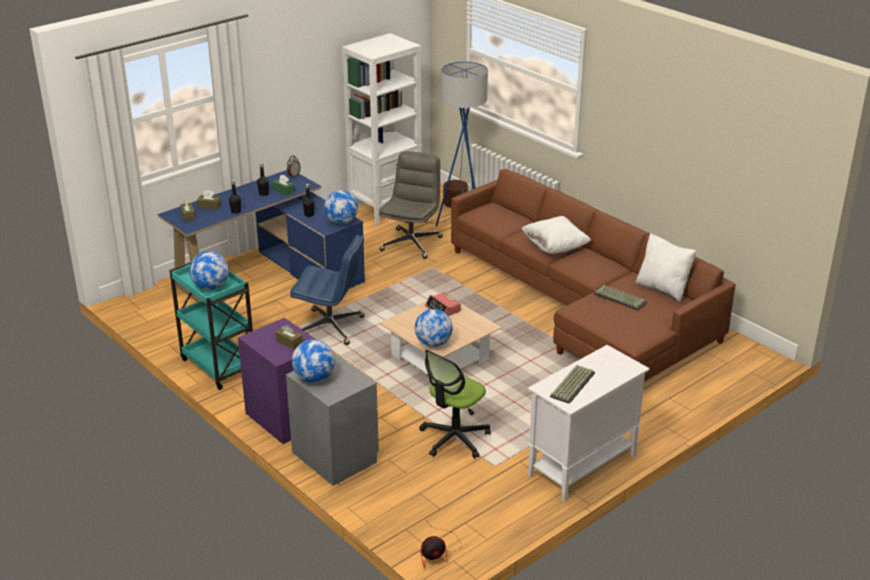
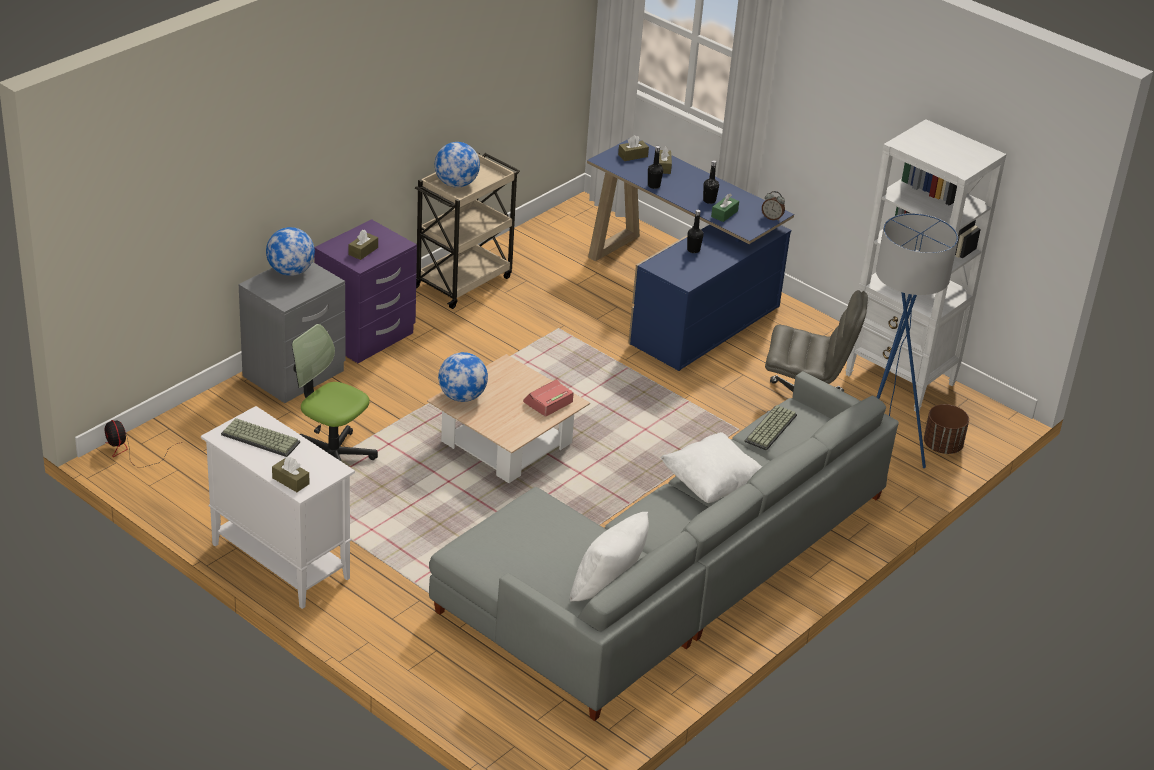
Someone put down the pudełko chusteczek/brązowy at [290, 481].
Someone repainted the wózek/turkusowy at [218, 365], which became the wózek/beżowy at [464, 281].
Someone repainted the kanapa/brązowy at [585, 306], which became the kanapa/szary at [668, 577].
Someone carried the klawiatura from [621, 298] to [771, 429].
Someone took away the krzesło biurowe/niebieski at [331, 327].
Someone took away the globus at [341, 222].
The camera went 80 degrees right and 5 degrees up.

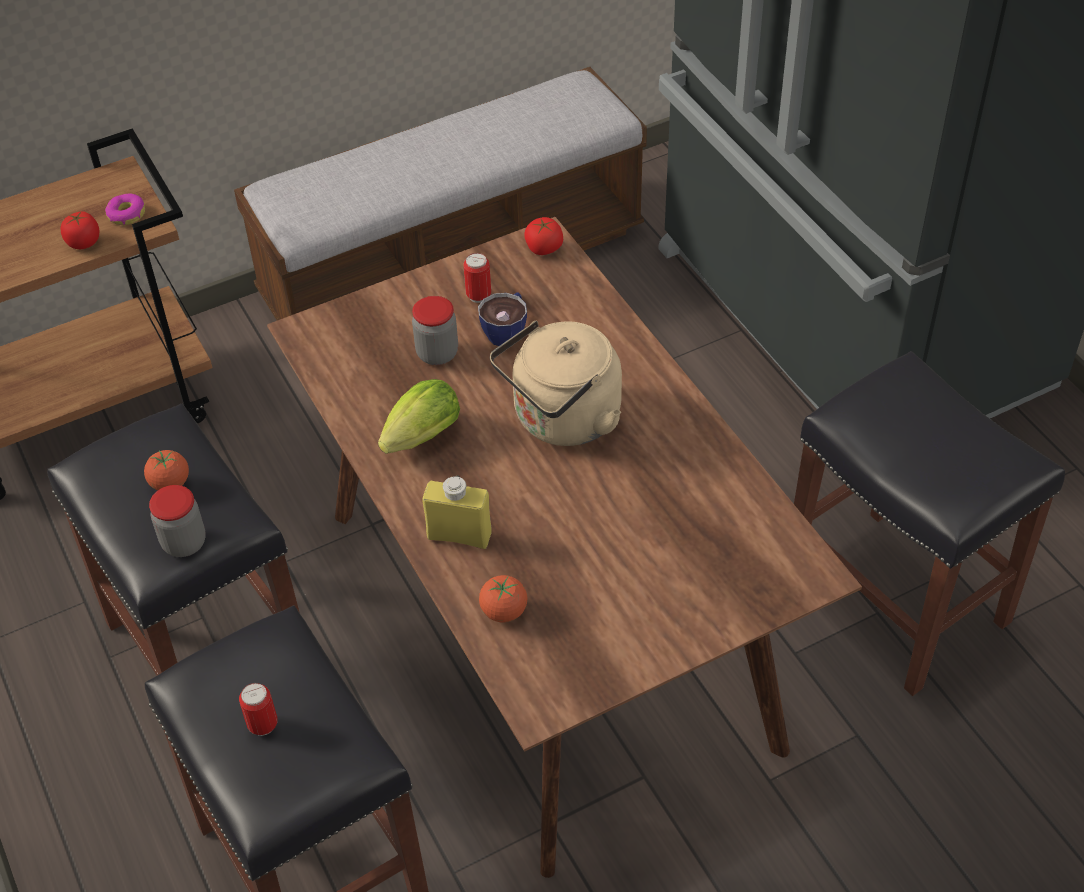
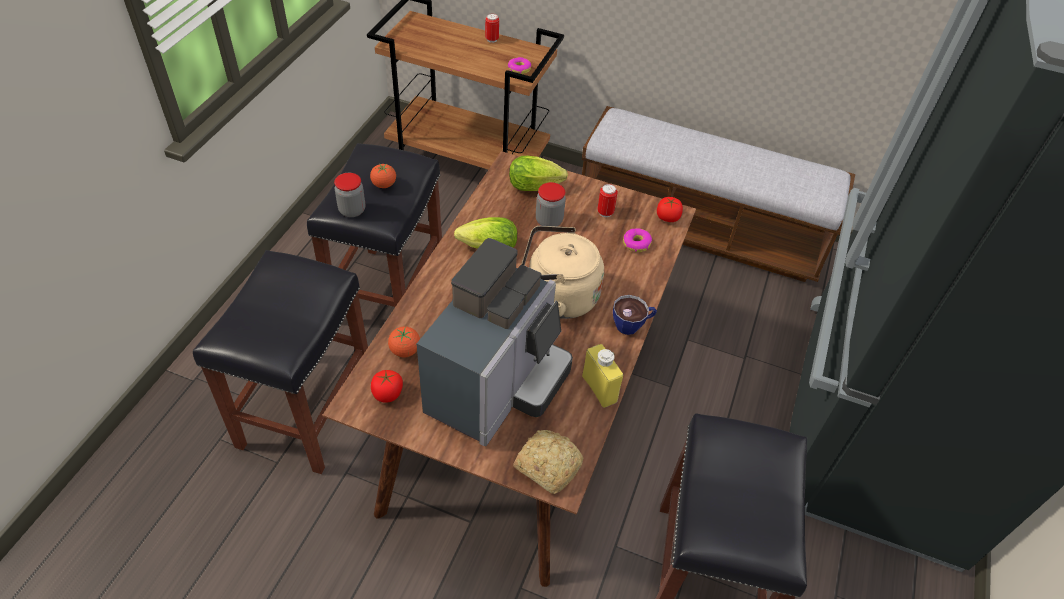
Someone carried the pomidor from [84, 242] to [387, 393].
Someone put down the ekspres do kawy at [498, 385].
Someone carried the puszka from [263, 725] to [492, 39].
Someone put down the sałata at [537, 186].
Someone put down the chleb at [547, 465].
Someone carried the butelka/żółty from [459, 535] to [599, 389].
Someone carried the filiżanka from [507, 331] to [632, 325].
Someone put down the donut at [636, 243].
The camera went 45 degrees right and 0 degrees up.

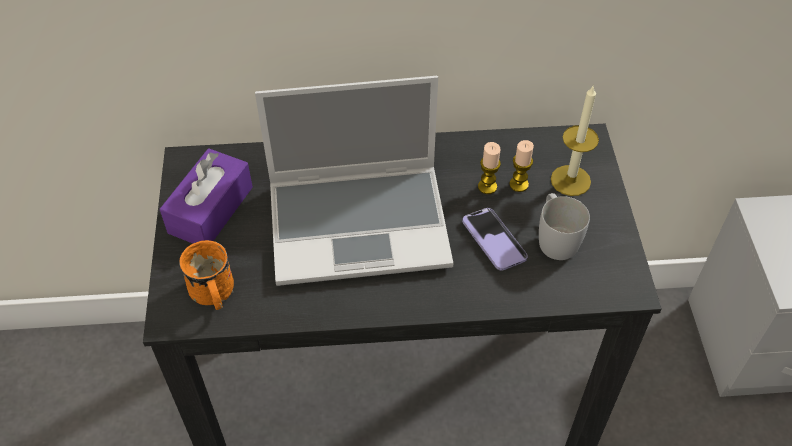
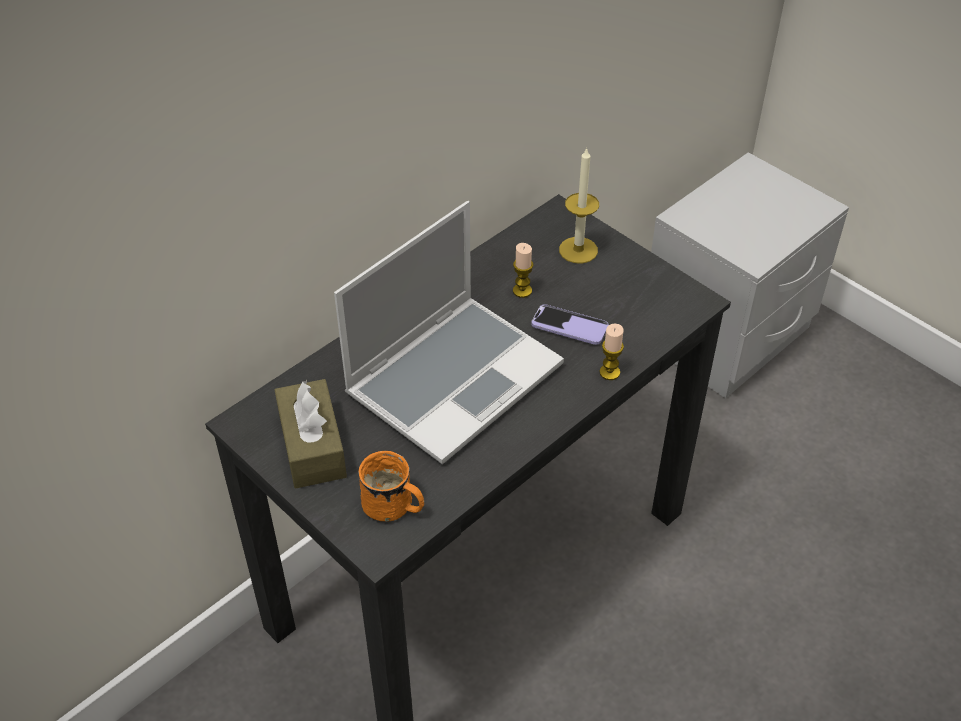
Someone repainted the pudełko chusteczek/fioletowy at [210, 210], which became the pudełko chusteczek/brązowy at [312, 446].
Someone carried the świeca from [518, 184] to [609, 372].
Someone took away the kubek/biały at [555, 238].
The camera went 40 degrees left and 5 degrees down.

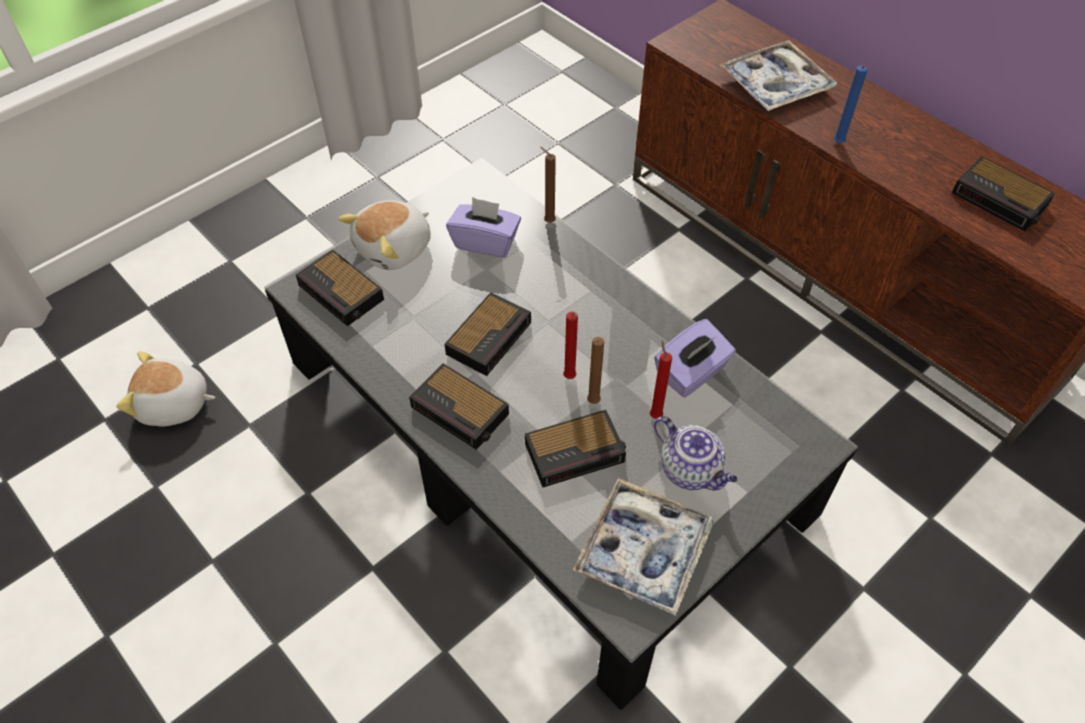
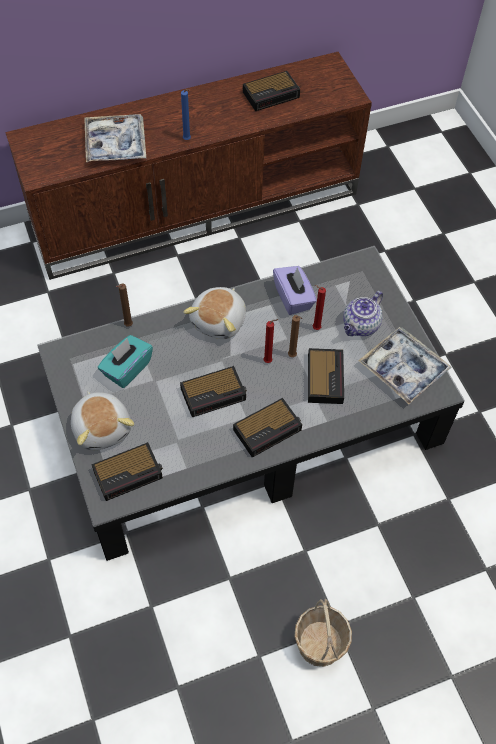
Someone repainted the pudełko chusteczek/fioletowy at [485, 242], which became the pudełko chusteczek/turkusowy at [127, 369].
Someone rotated the budzik at [490, 337] by 105 degrees clockwise.
Someone carried the pluszak from [174, 405] to [220, 321].
Someone put down the koszyk at [319, 644].
Someone rotated the imbryk at [691, 470] by 150 degrees clockwise.
The camera went 70 degrees left and 5 degrees up.

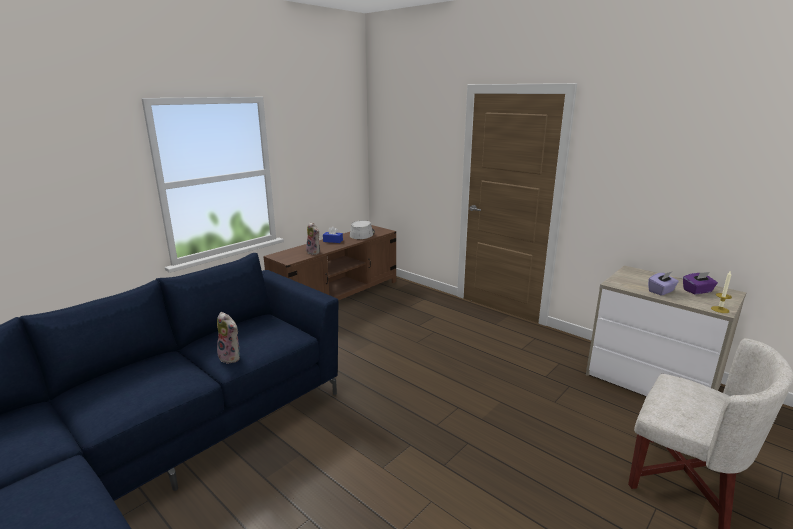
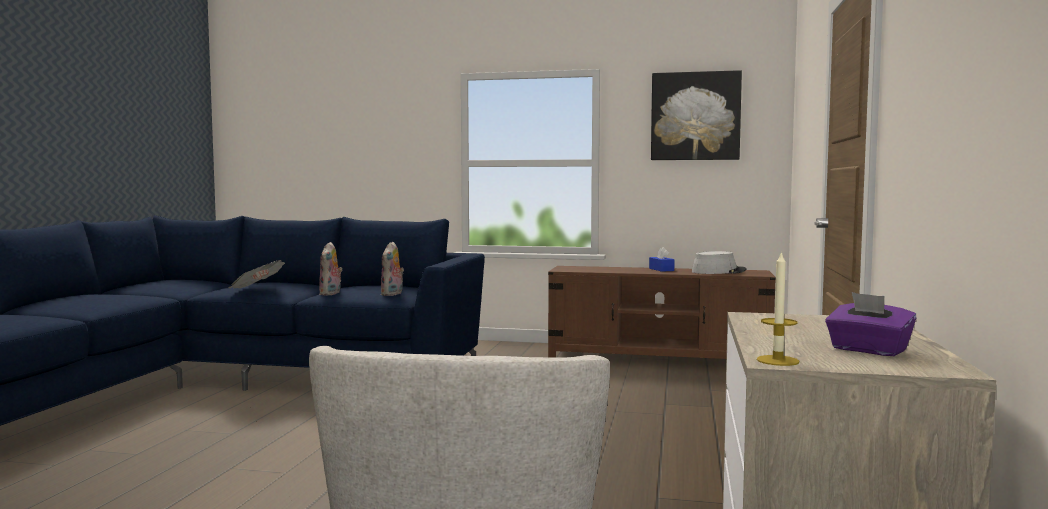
Someone put down the gazeta at [257, 290].
Someone carried the pluszak from [314, 252] to [392, 294].
Someone put up the obraz at [695, 116].
Someone took away the pudełko chusteczek/fioletowy at [661, 291].
The camera went 60 degrees right and 15 degrees down.

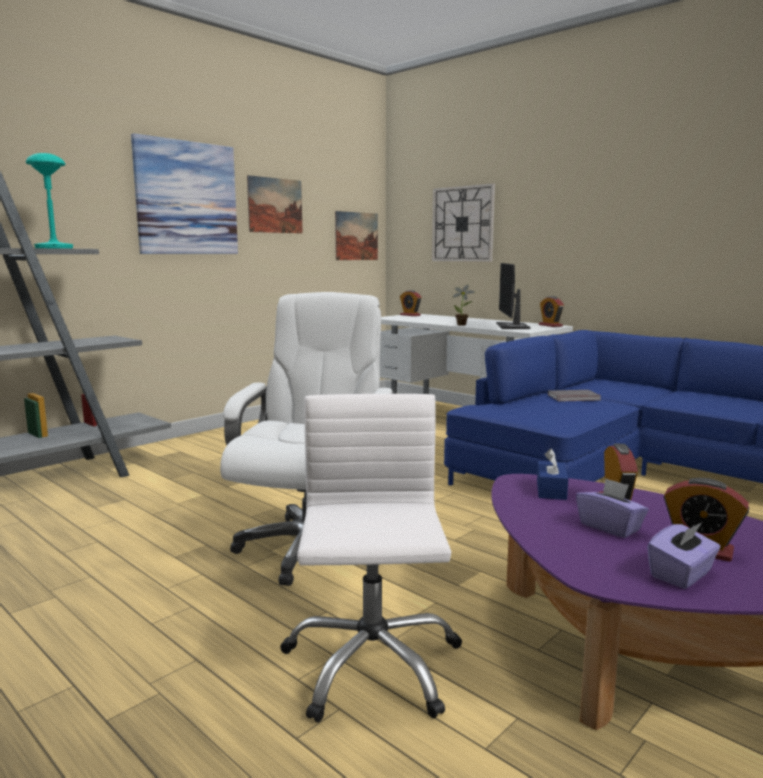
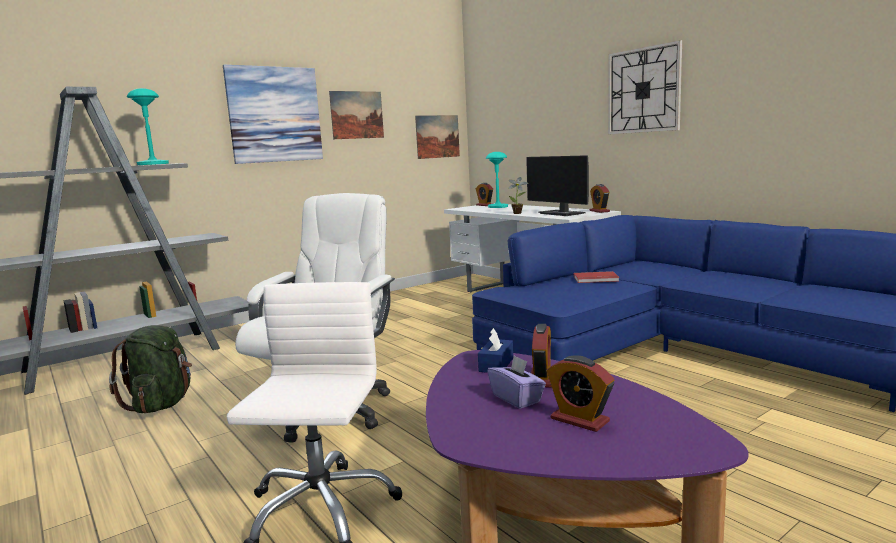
Someone put down the plecak/zielony at [161, 404].
Someone put down the lampa stołowa/turkusowy at [498, 207].
Someone rotated the monitor at [513, 326] by 45 degrees counterclockwise.
Someone repainted the książka/szary at [574, 398], which became the książka/czerwony at [596, 279].
Someone carried the zegar ścienny from [462, 224] to [643, 90].
Someone took away the pudełko chusteczek/fioletowy at [681, 574].
The camera went 10 degrees right and 0 degrees up.

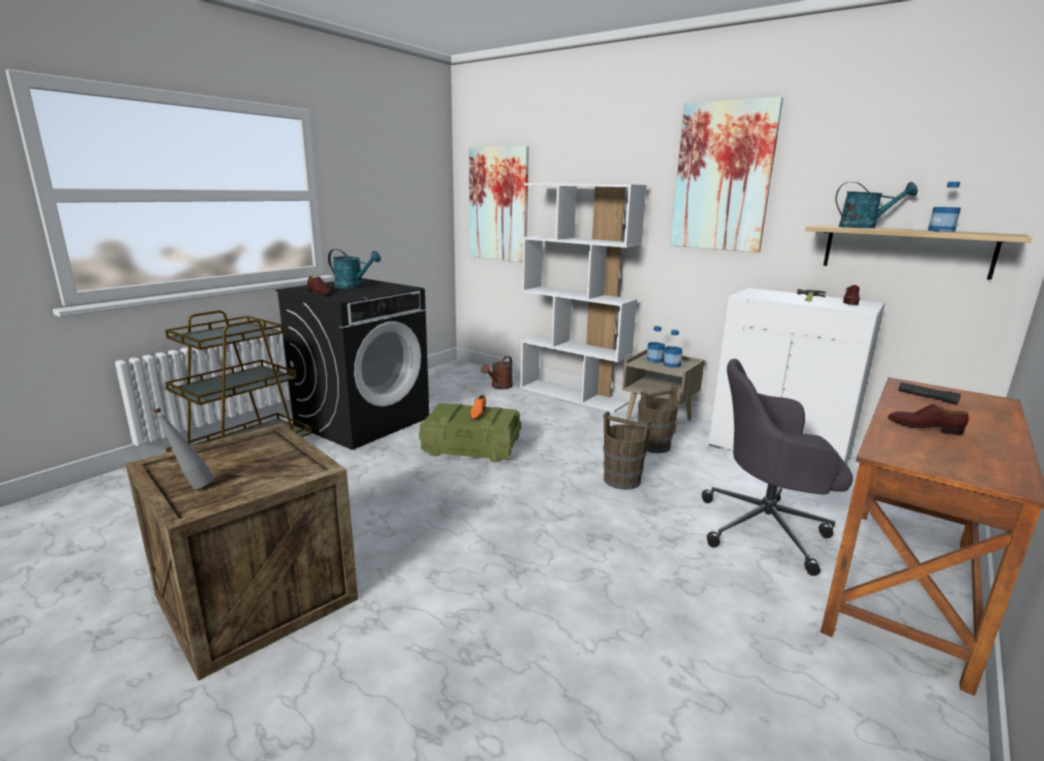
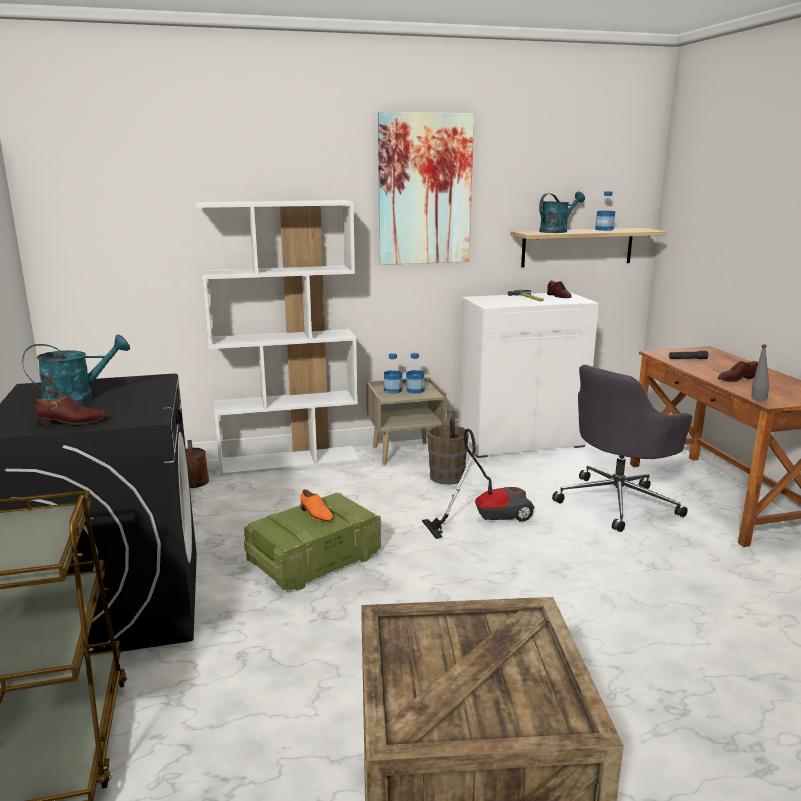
Someone swapped the wiadro/brązowy at [622, 480] for the odkurzacz at [486, 517].
Someone carried the butelka/szary from [191, 486] to [757, 401].
Someone took away the obraz at [498, 204].
The camera went 50 degrees left and 0 degrees up.

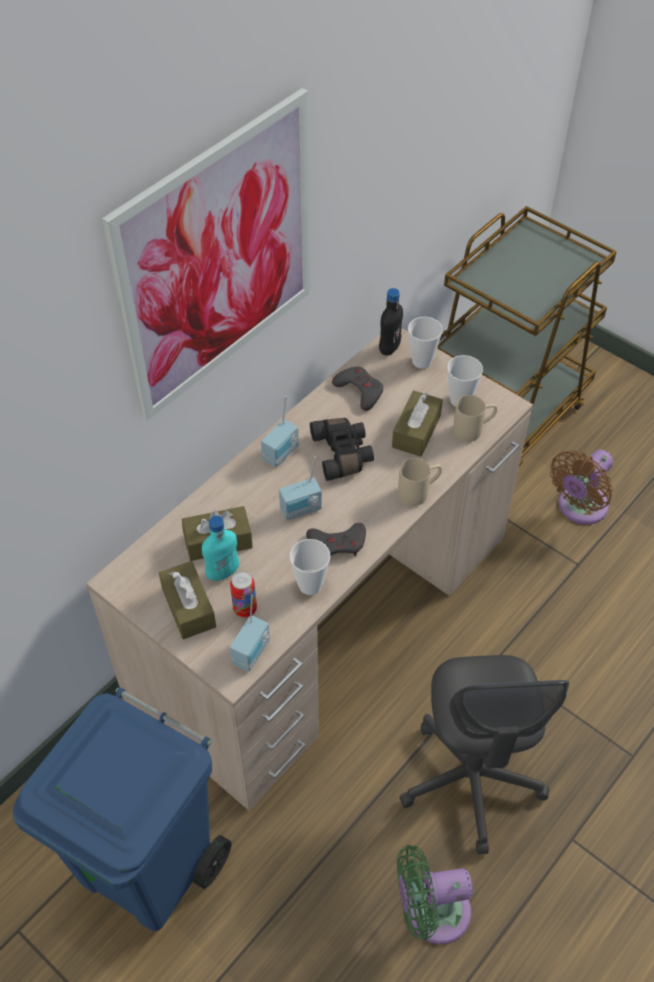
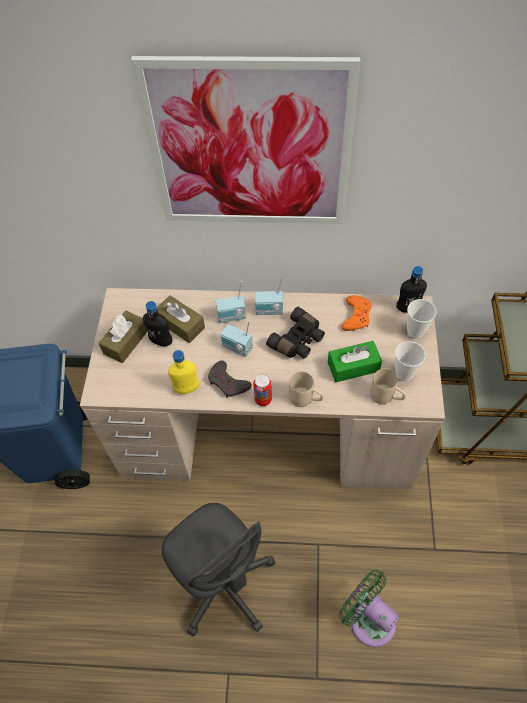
Someone repainted the butelka/turkusowy at [223, 572], which became the butelka/czarny at [161, 341].
Someone rotated the krzesło biurowe/szary at [471, 780] by 90 degrees counterclockwise.
Someone swapped the filiżanka at [310, 585] for the butelka/żółty at [187, 389].
Someone carried the radio from [252, 653] to [232, 317].
Someone carried the puszka from [245, 609] to [263, 399].
Someone repainted the pudełko chusteczek/brązowy at [416, 431], which became the pudełko chusteczek/zielony at [353, 366].
Someone carried the wentylator/zielony from [431, 912] to [368, 618].
Someone repainted the pad do gier/szary at [359, 390], which became the pad do gier/pomarańczowy at [356, 316].
Someone took away the wentylator/brązowy at [579, 508].
The camera went 55 degrees right and 5 degrees up.

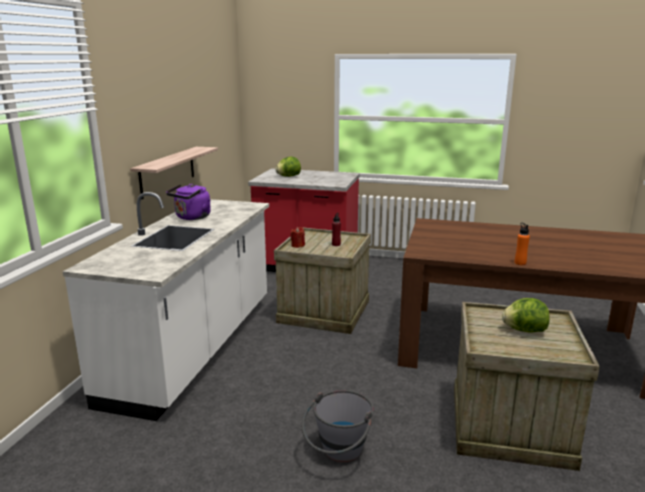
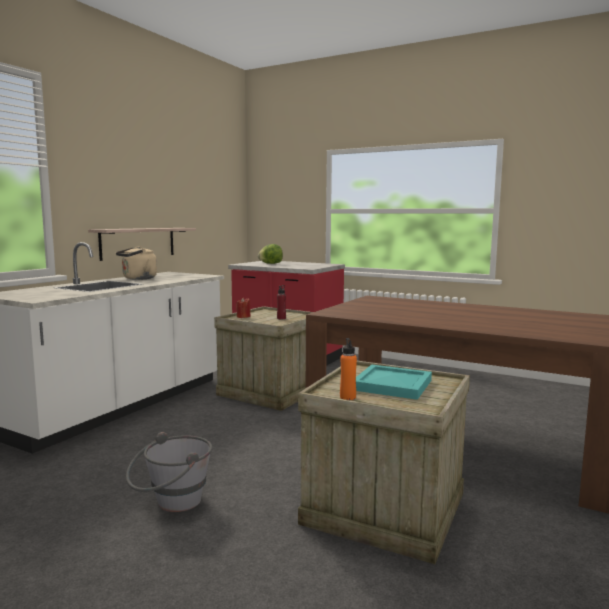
Someone repainted the czajnik/fioletowy at [191, 217], which became the czajnik/beżowy at [138, 278].
Someone carried the butelka/pomarańczowy from [520, 263] to [347, 397].
Someone swapped the sałata at [524, 330] for the taca/turkusowy at [393, 385].
The camera went 15 degrees right and 10 degrees down.

